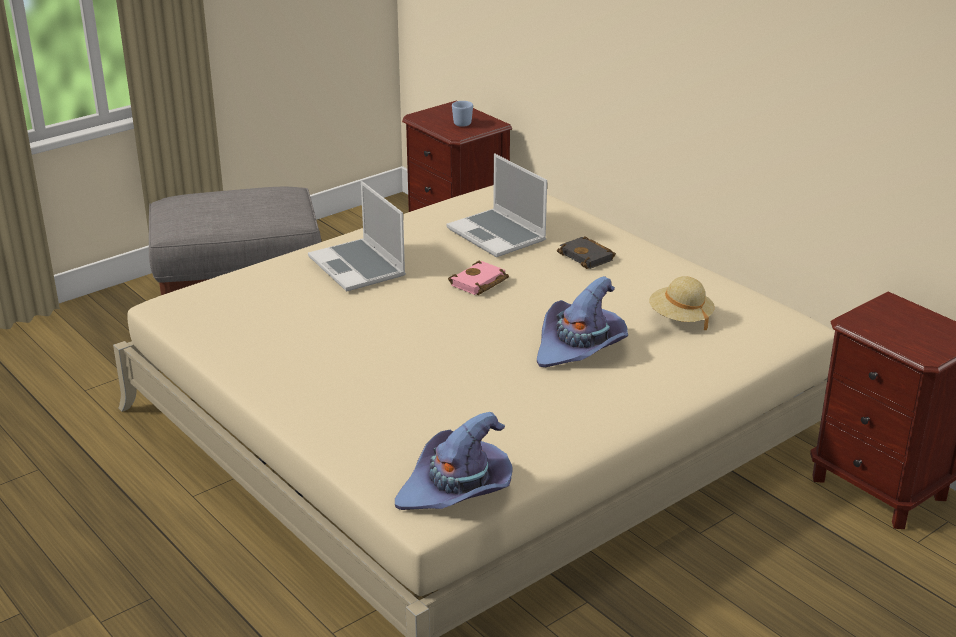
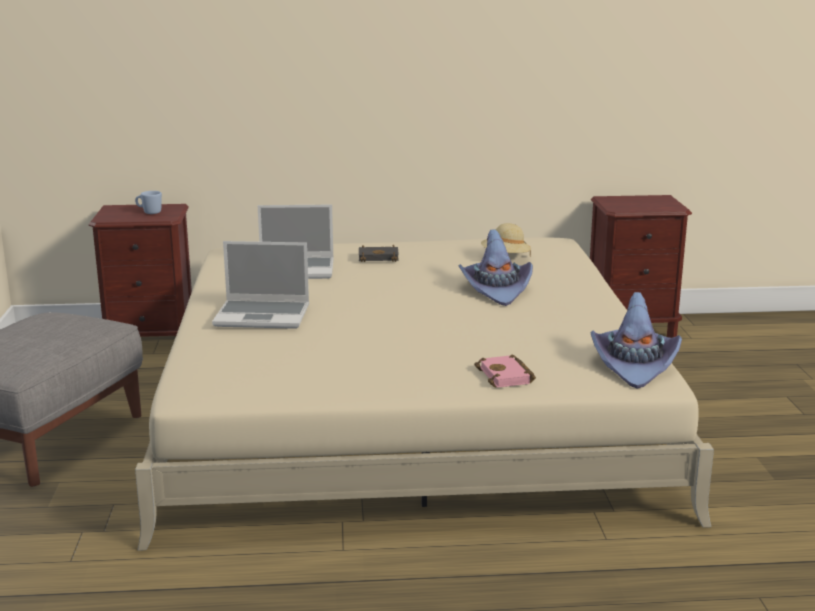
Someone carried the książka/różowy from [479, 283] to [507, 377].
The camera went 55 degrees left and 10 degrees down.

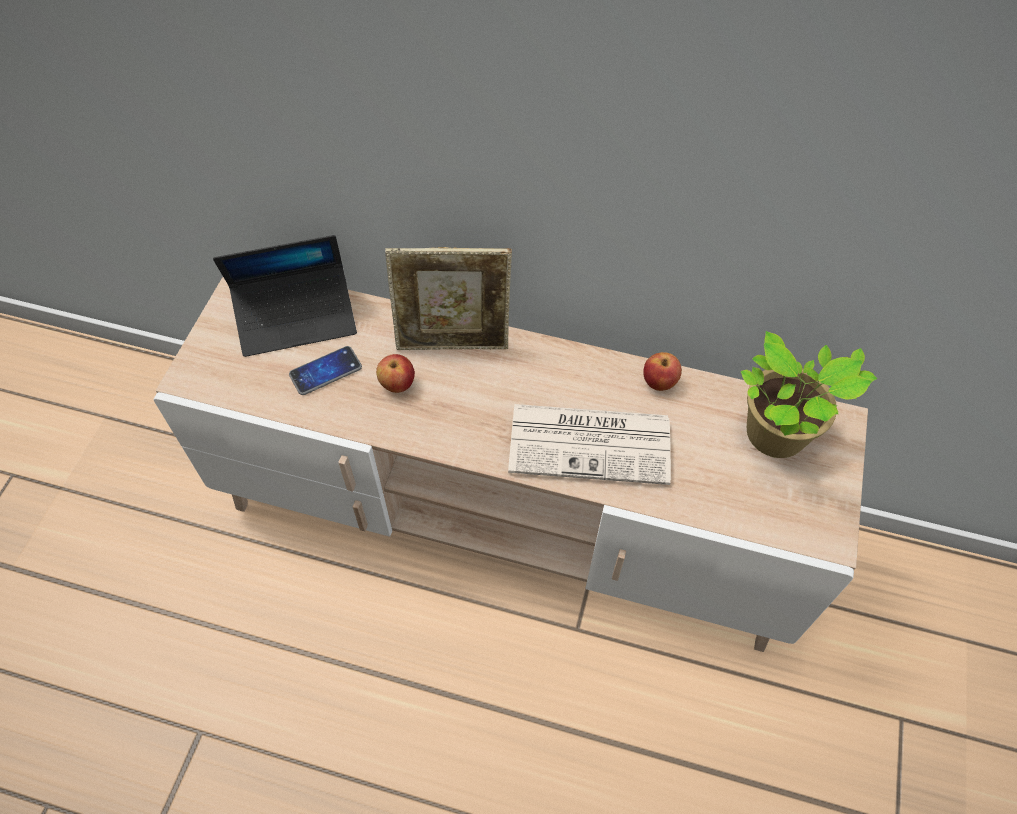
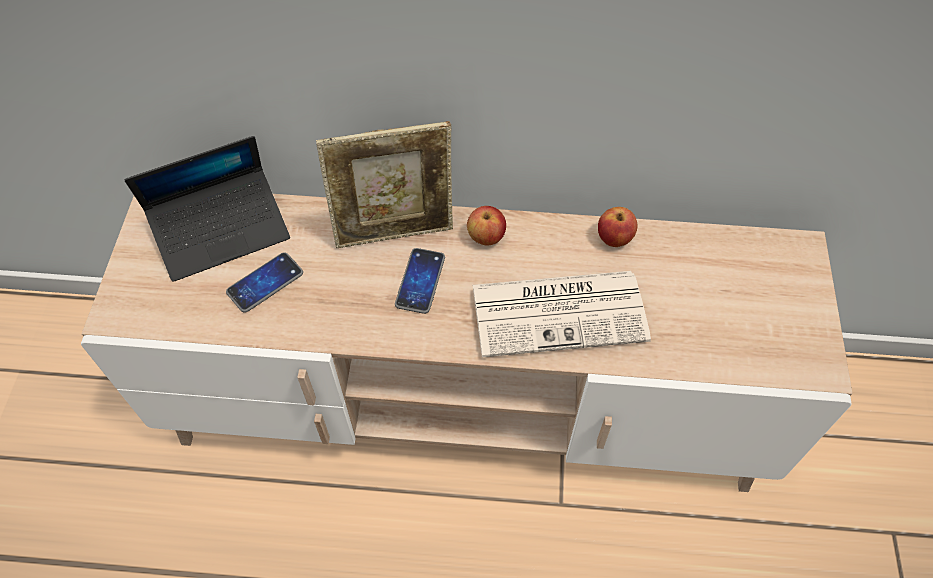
Someone put down the telefon at [420, 281].
Someone carried the jabłko from [397, 384] to [486, 237].
Someone took away the roślina doniczkowa at [776, 438].
The camera went 10 degrees left and 0 degrees up.

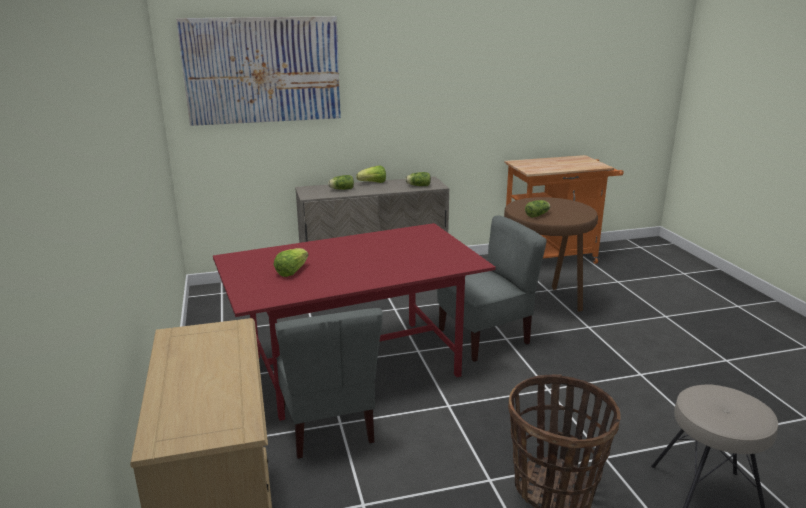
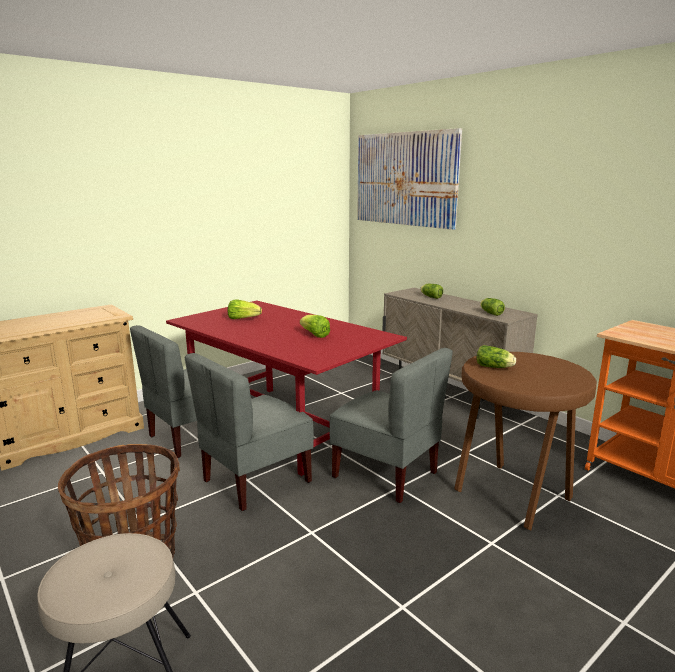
Someone put down the krzesło/szary at [255, 481].
Someone carried the sałata from [373, 183] to [314, 335].
The camera went 65 degrees right and 5 degrees down.

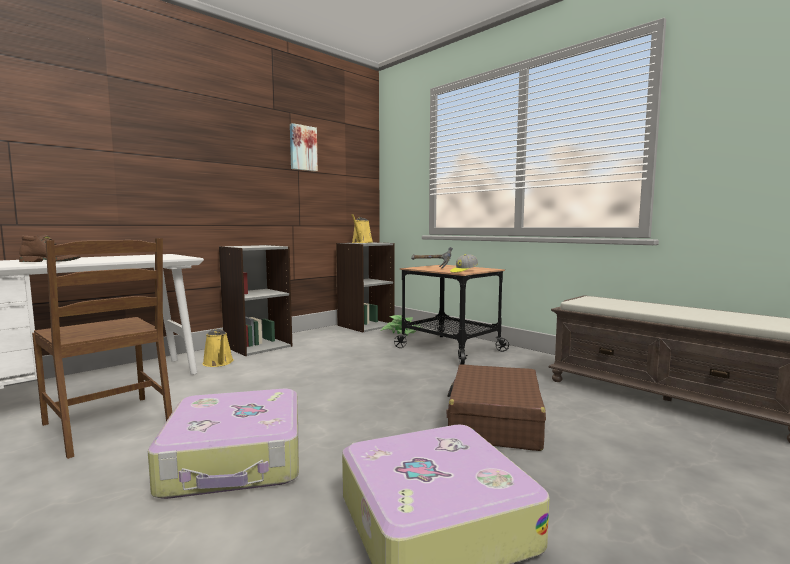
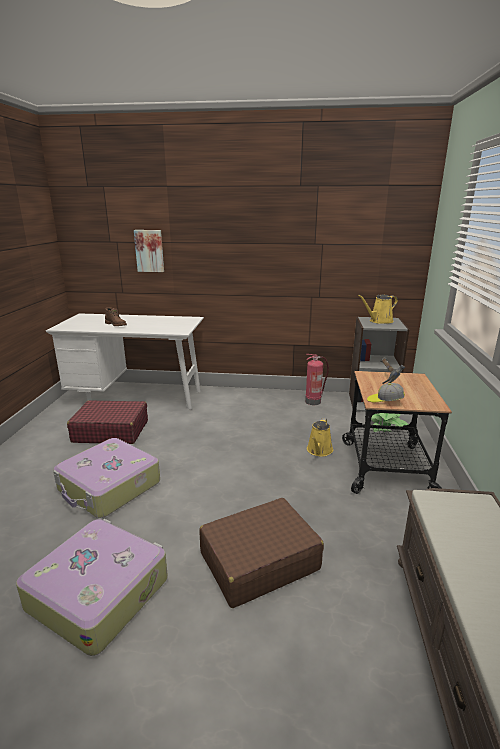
Someone swapped the krzesło/brązowy at [110, 424] for the walizka/czerwony at [111, 431].
Someone carried the obraz from [302, 148] to [149, 251].
Someone put down the gaśnica at [313, 401].
Someone carried the konewka/żółty from [219, 363] to [319, 451].
Someone took away the regał/szary at [257, 346].
The camera went 50 degrees right and 15 degrees up.

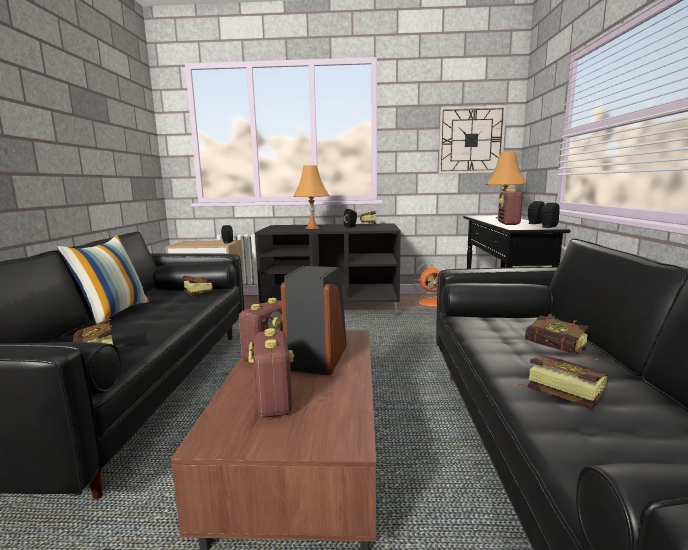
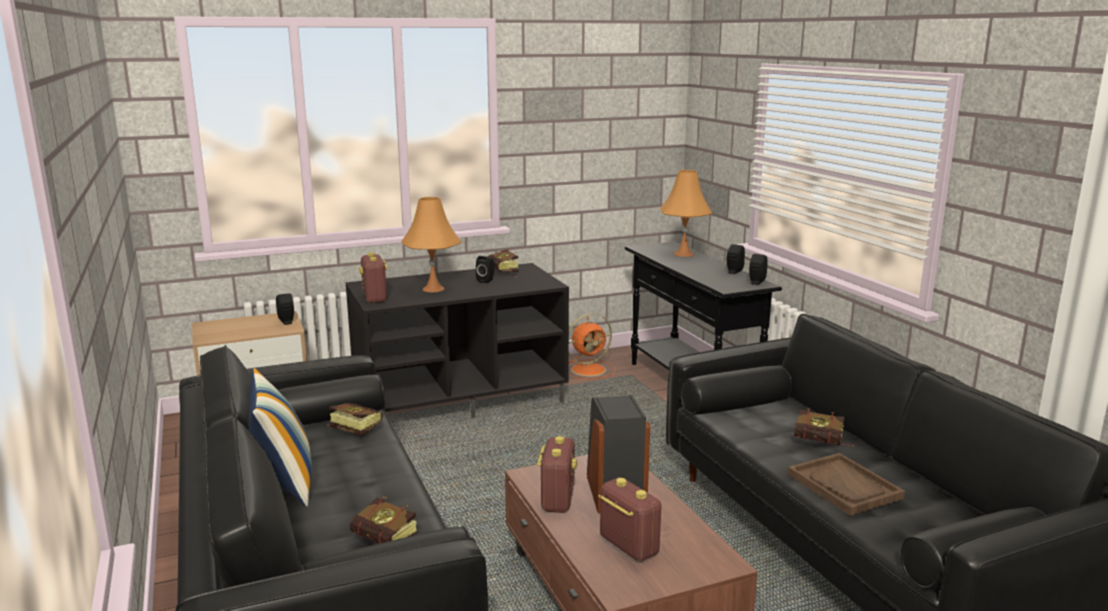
Someone carried the radio from [508, 223] to [375, 298].
Someone swapped the książka at [557, 393] for the taca/brązowy at [844, 486].
Someone took away the zegar ścienny at [471, 140].
The camera went 25 degrees left and 5 degrees up.

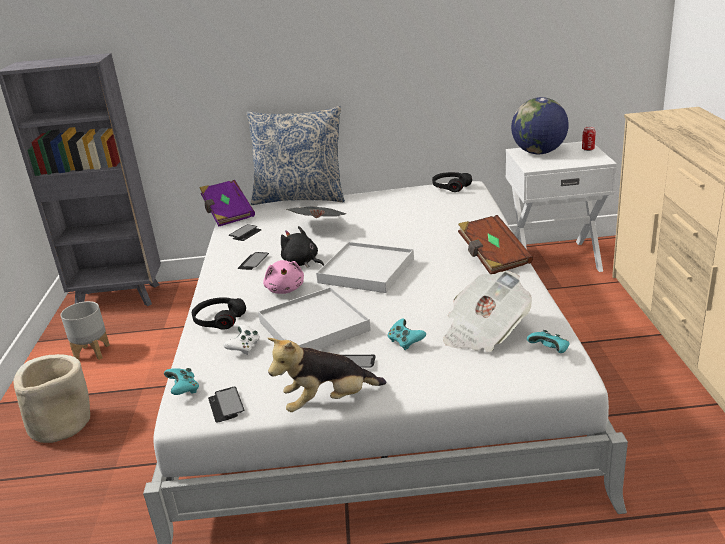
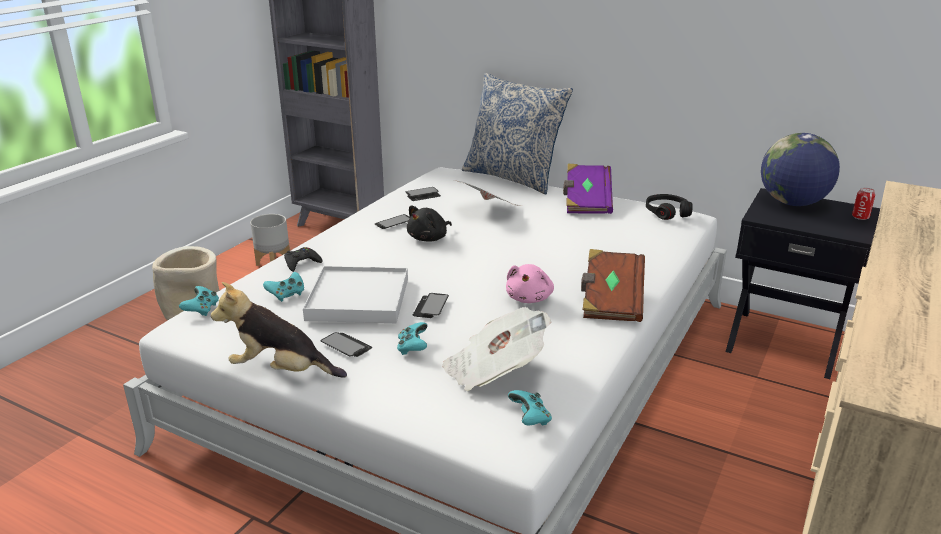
Someone repainted the pad do gier/biały at [244, 348], which became the pad do gier/turkusowy at [286, 295].
Someone swapped the słuchawki/czarny at [219, 319] for the pad do gier/czarny at [301, 263].
Someone rotated the pluszak/czarny at [302, 263] by 120 degrees counterclockwise.
Someone carried the telefon from [226, 405] to [430, 307].
Someone carried the pluszak/różowy from [285, 289] to [529, 298].
Someone carried the książka/fioletowy from [227, 214] to [586, 202].
Someone repainted the szafka nocna/biały at [554, 259], which became the szafka nocna/czarny at [784, 342].
Someone took away the taca/biały at [366, 271].
The camera went 30 degrees right and 0 degrees up.

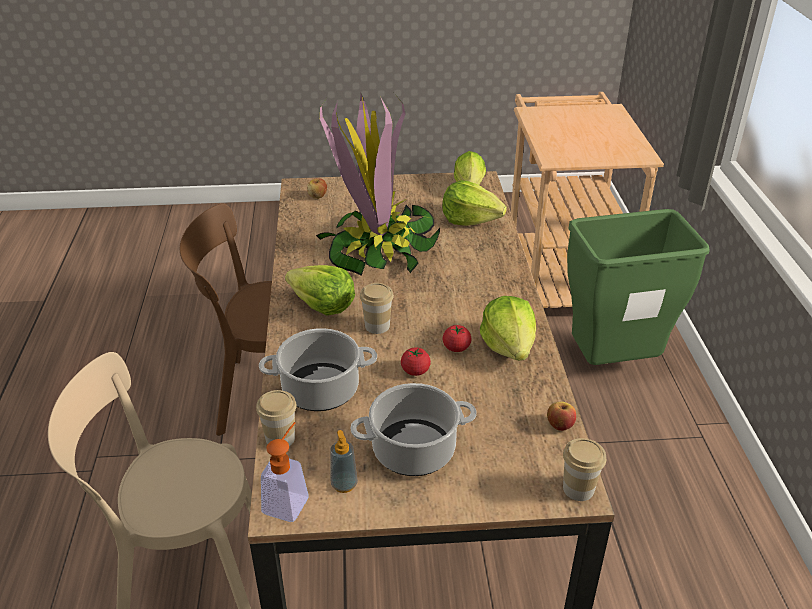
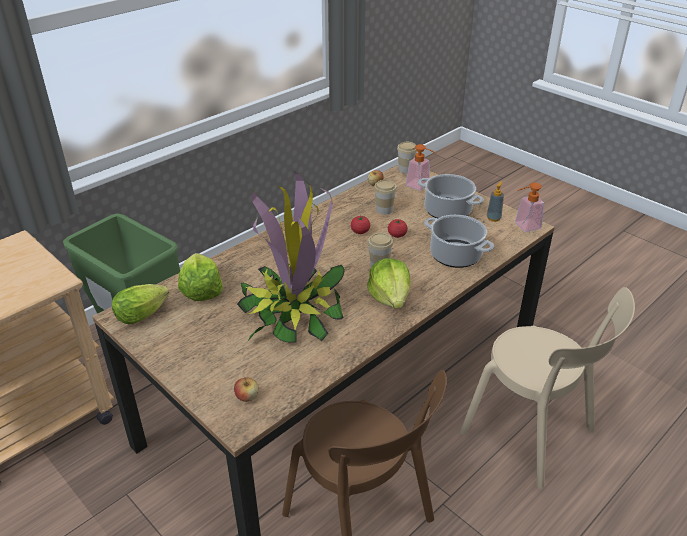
Someone carried the filiżanka from [280, 438] to [384, 210].
Someone put down the dozownik mydła at [421, 186].
Someone took away the sałata at [509, 346].
The camera went 130 degrees left and 0 degrees up.

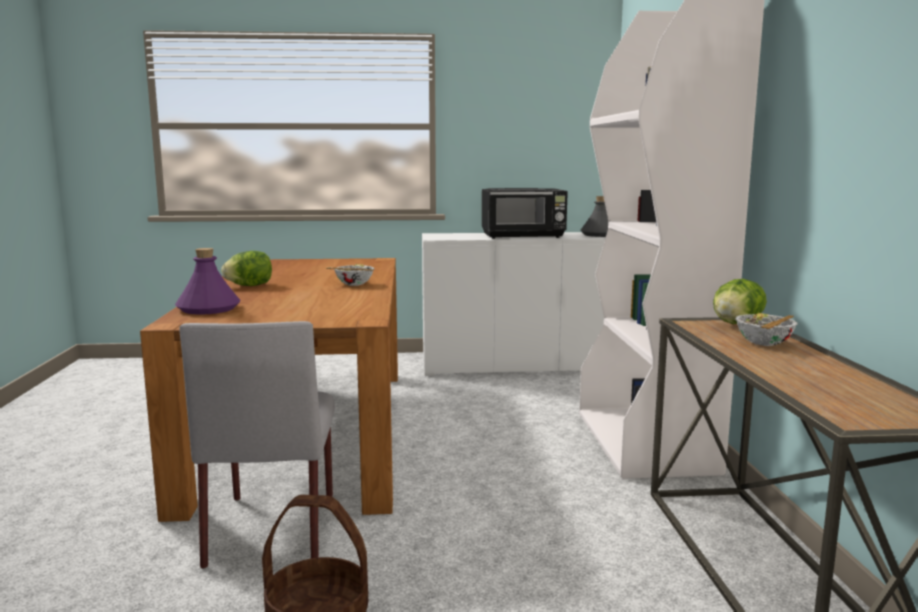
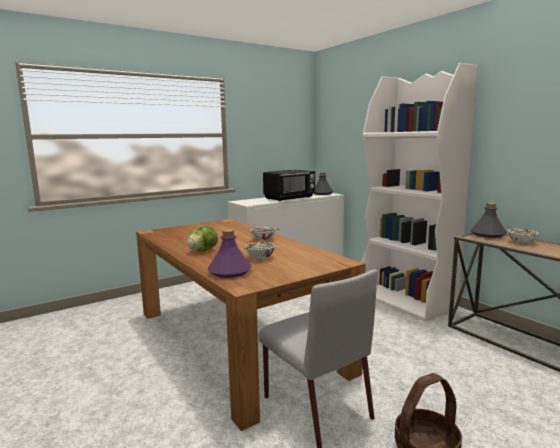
Someone put down the miska at [260, 257].
Someone swapped the sałata at [736, 324] for the butelka/szary at [488, 234].
The camera went 30 degrees left and 0 degrees up.

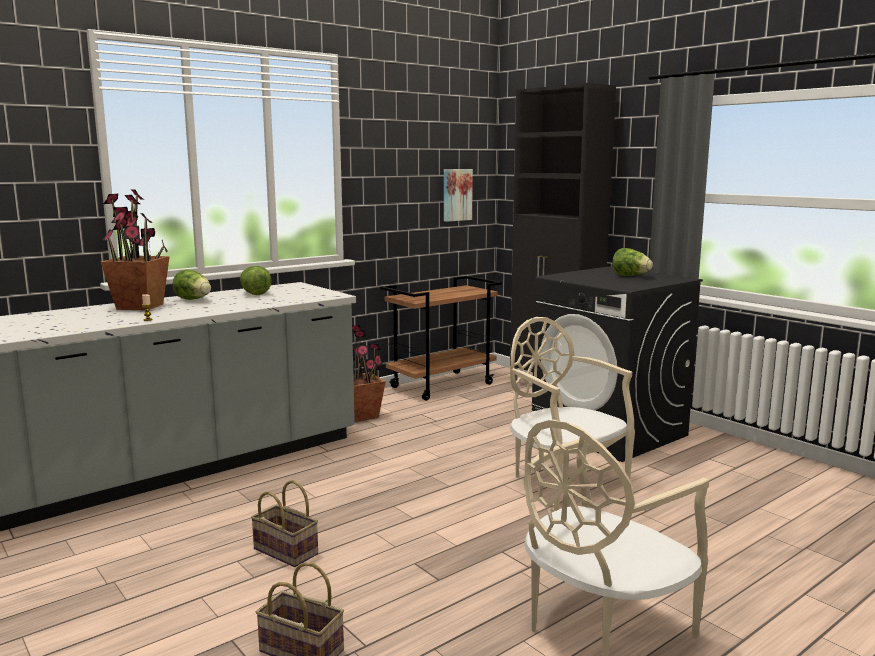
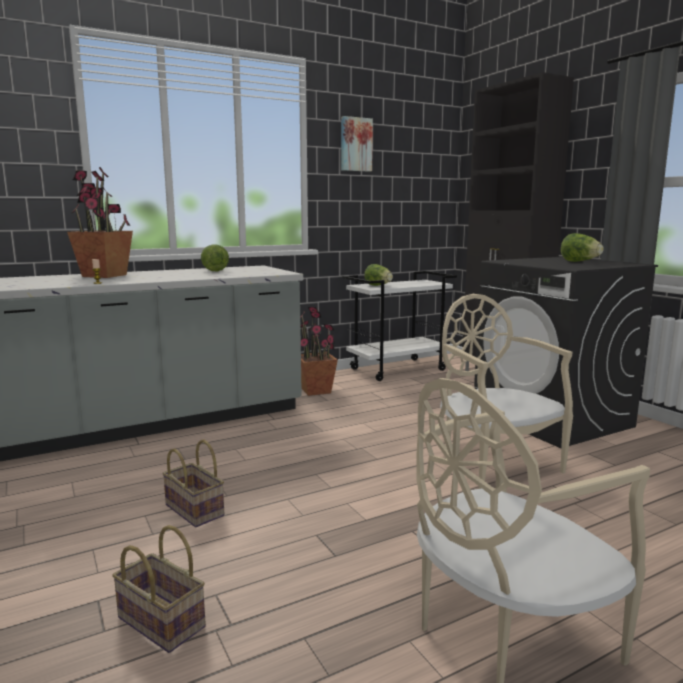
Someone carried the obraz from [456, 194] to [355, 144].
Someone repainted the wózek/brązowy at [442, 385], which became the wózek/biały at [398, 369].
Someone carried the sałata from [194, 300] to [378, 285].
The camera went 10 degrees right and 0 degrees up.

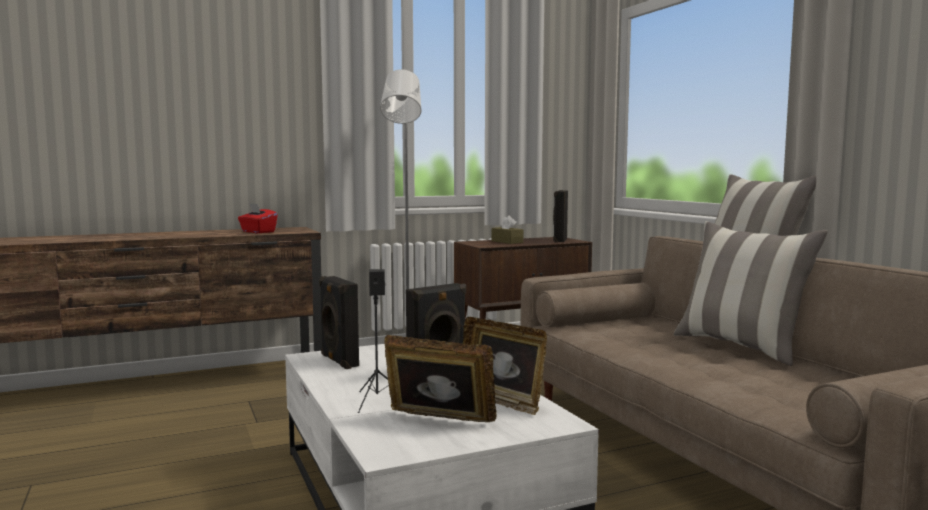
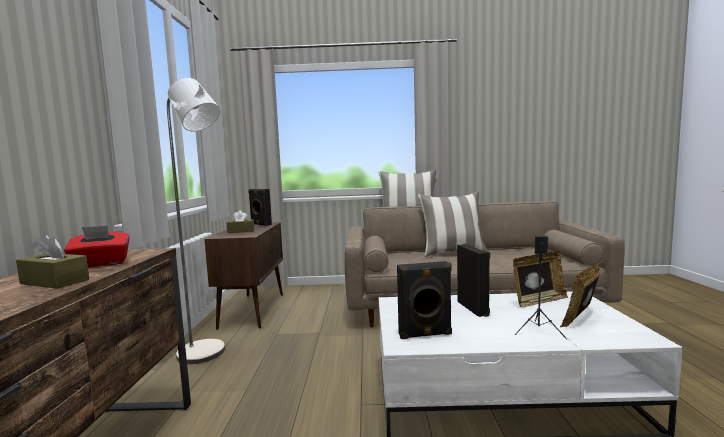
Someone put down the pudełko chusteczek/brązowy at [55, 282].
The camera went 65 degrees left and 0 degrees up.

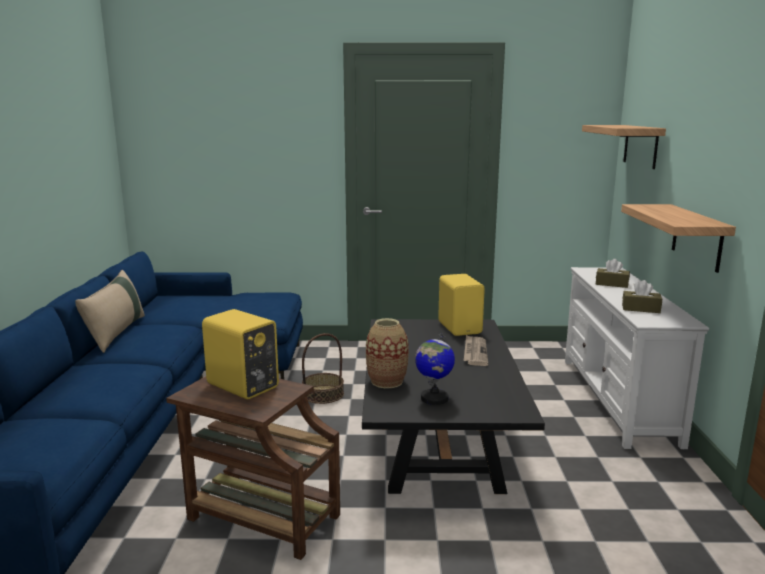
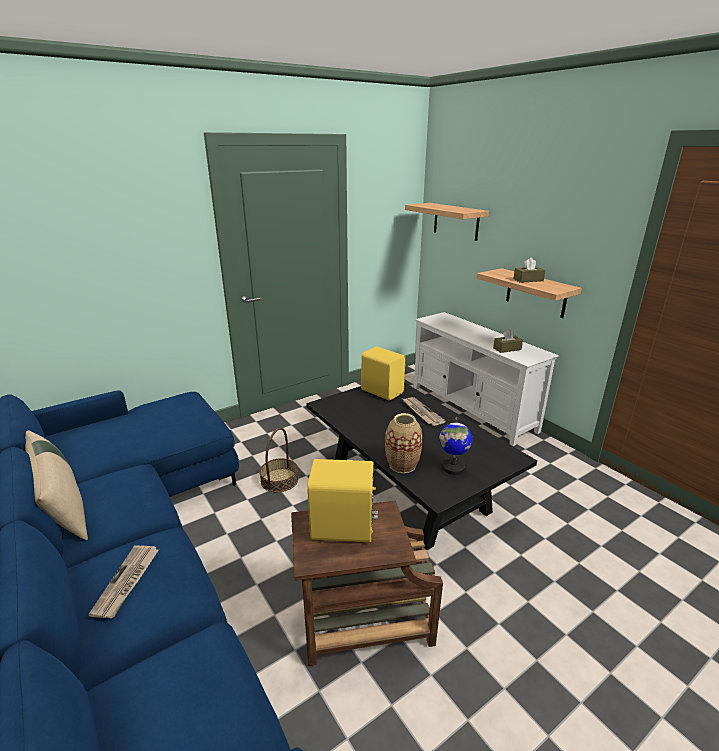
Someone put down the gazeta at [127, 582].
Someone carried the pudełko chusteczek/brązowy from [612, 284] to [528, 280].
The camera went 35 degrees left and 10 degrees up.

